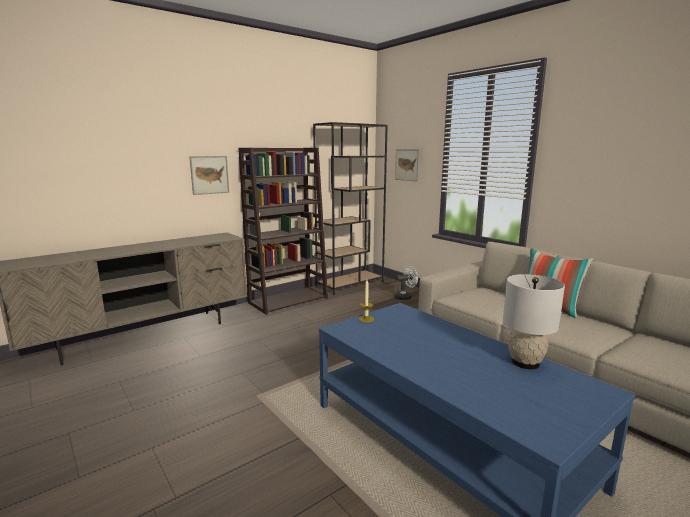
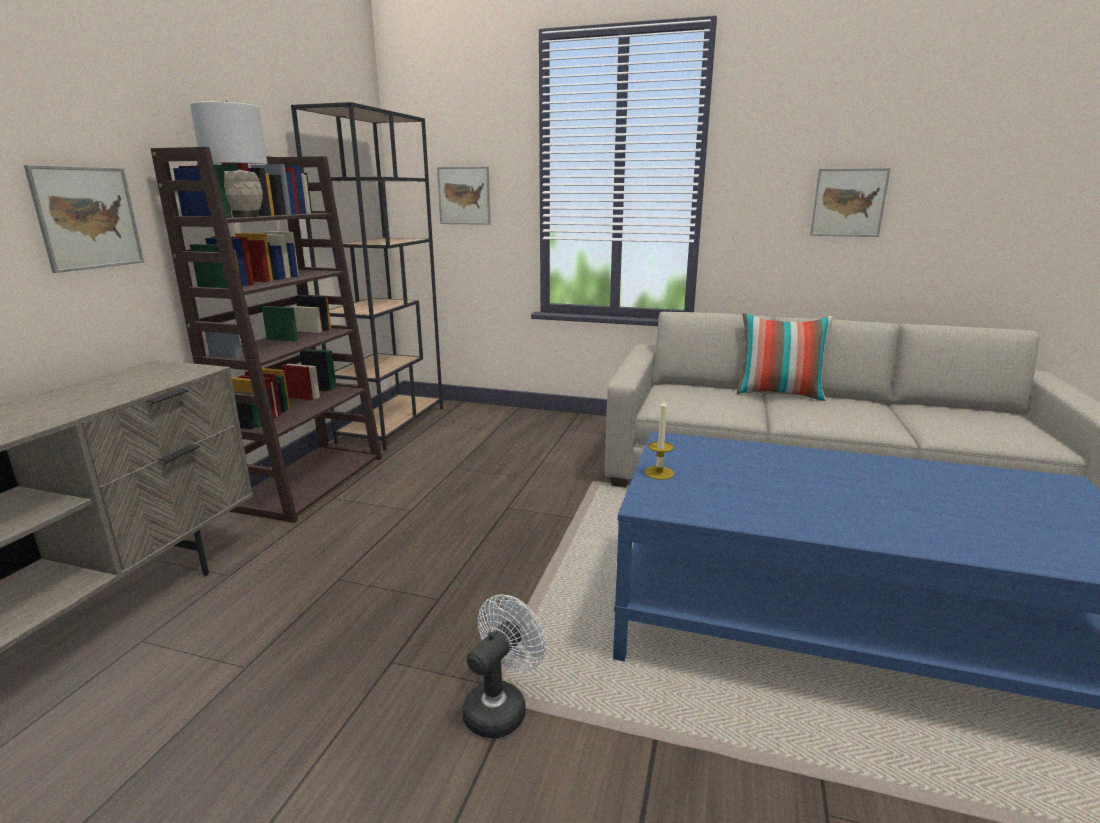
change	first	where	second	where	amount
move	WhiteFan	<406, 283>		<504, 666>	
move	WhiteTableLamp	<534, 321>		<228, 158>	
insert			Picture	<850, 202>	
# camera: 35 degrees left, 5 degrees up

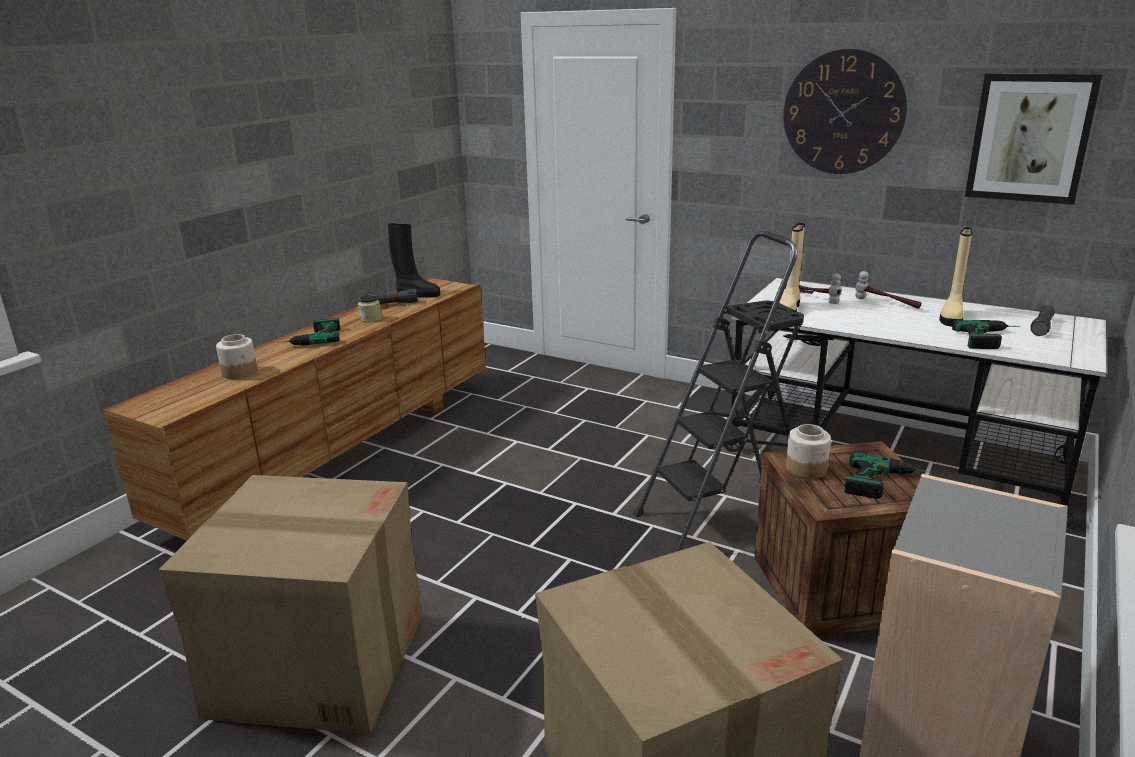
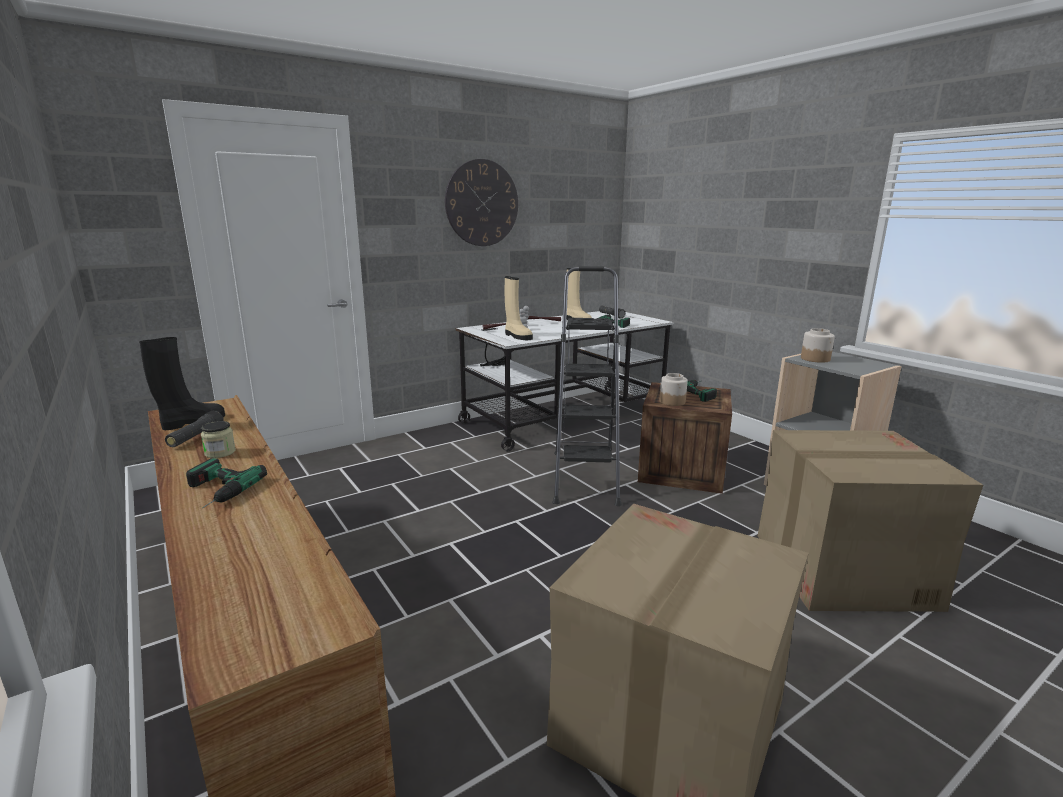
change	first	where	second	where	amount
delete	Picture	<1033, 139>			
move	Jar	<236, 356>		<818, 345>	
# camera: 65 degrees left, 5 degrees down

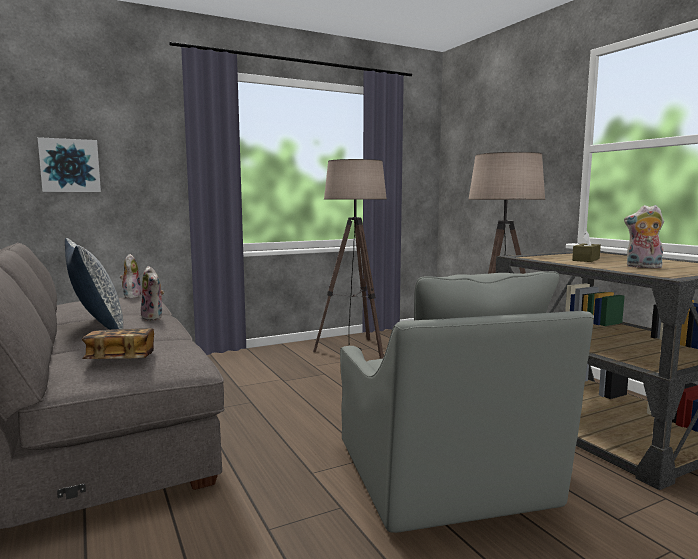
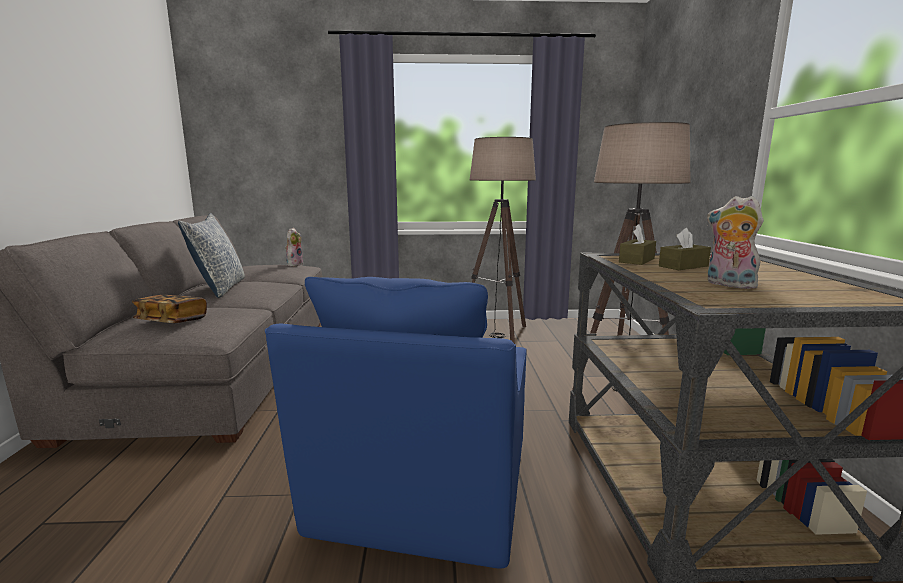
change	first	where	second	where	amount
delete	Picture	<69, 164>			
delete	PlushToy	<152, 293>			
recolor	GreyArmchair	<467, 402>	BlueArmchair	<396, 423>	
insert			BrownTissueBox	<637, 244>	
# camera: 25 degrees right, 5 degrees up

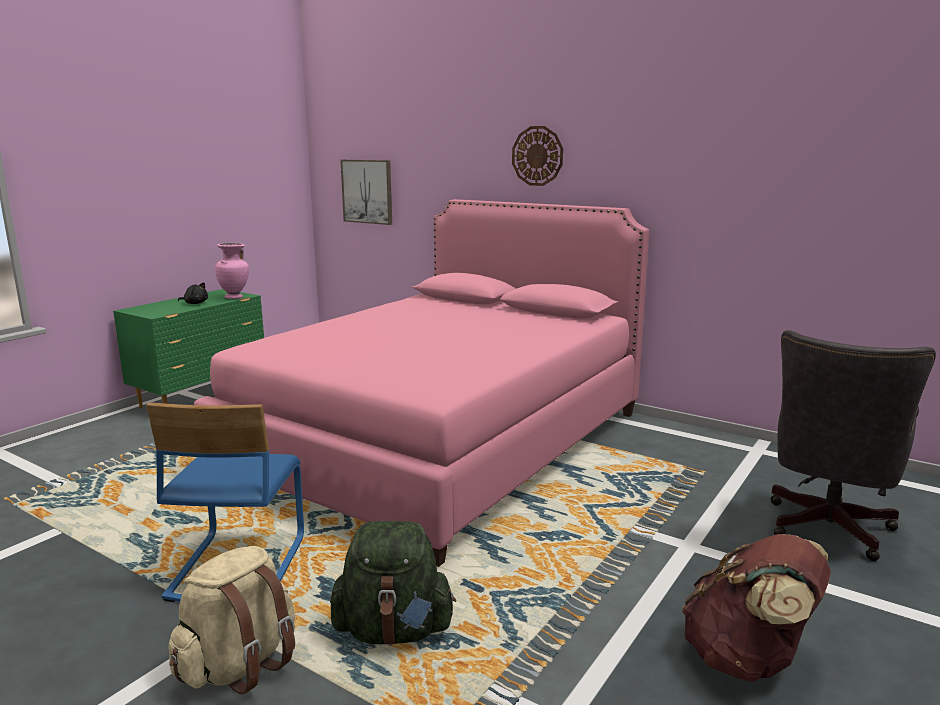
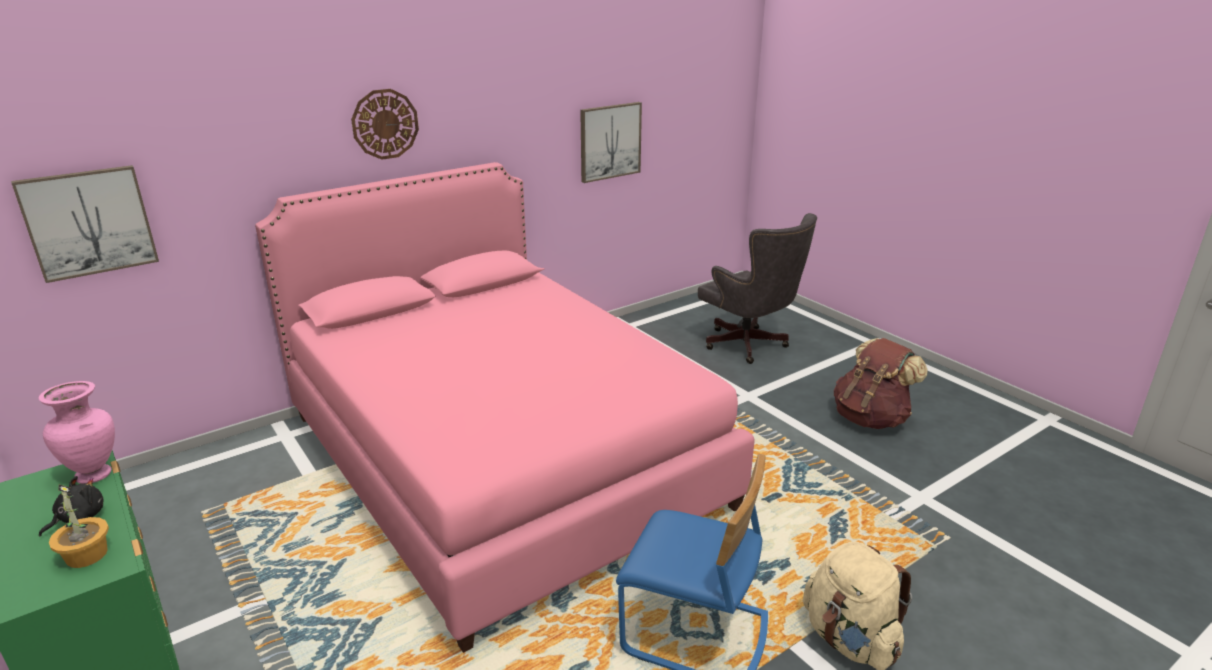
change	first	where	second	where	amount
delete	GreenBackpack	<393, 583>			
insert			Picture	<611, 142>	
insert			PottedPlant	<79, 526>	
# camera: 70 degrees left, 10 degrees up

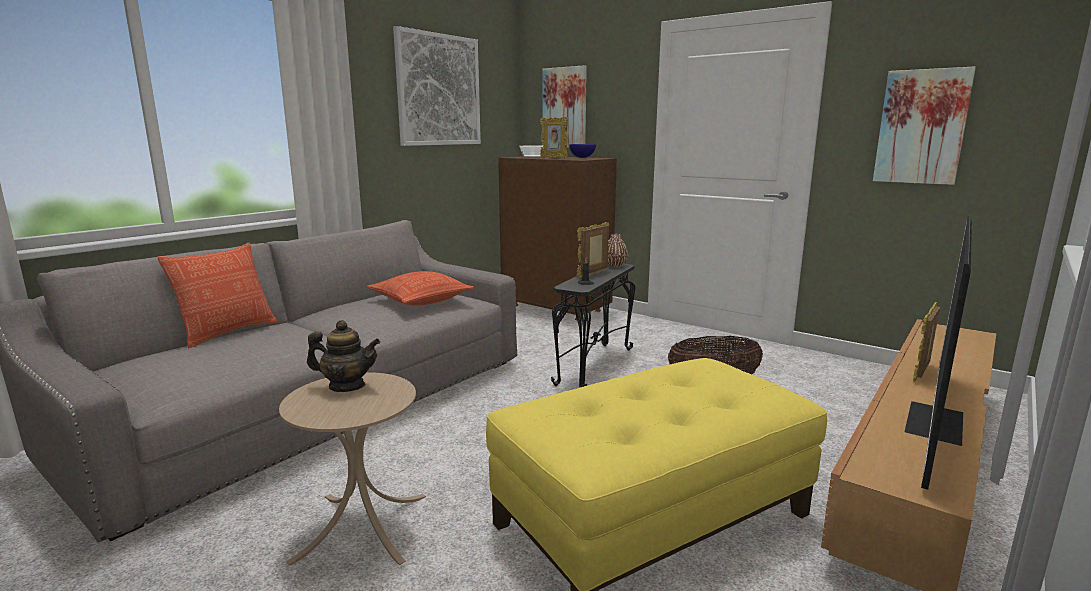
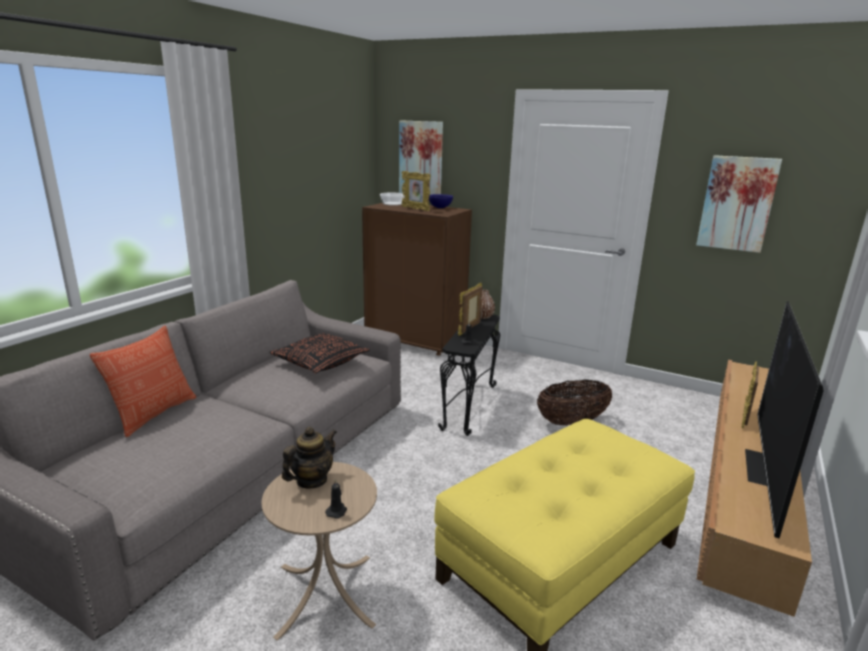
change	first	where	second	where	amount
delete	Picture	<437, 86>			
recolor	OrangePillow	<420, 288>	BlackPillow	<319, 353>	
rotate	Teapot	<343, 356>		<309, 458>	45 degrees counterclockwise
insert			BlackCandle	<336, 499>	
# camera: 10 degrees left, 5 degrees up

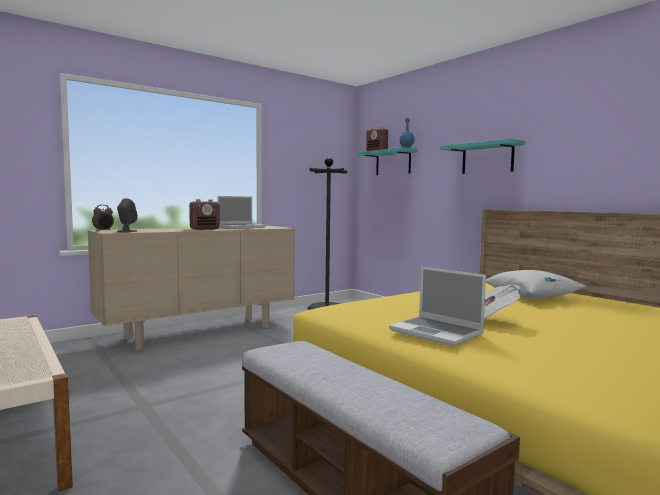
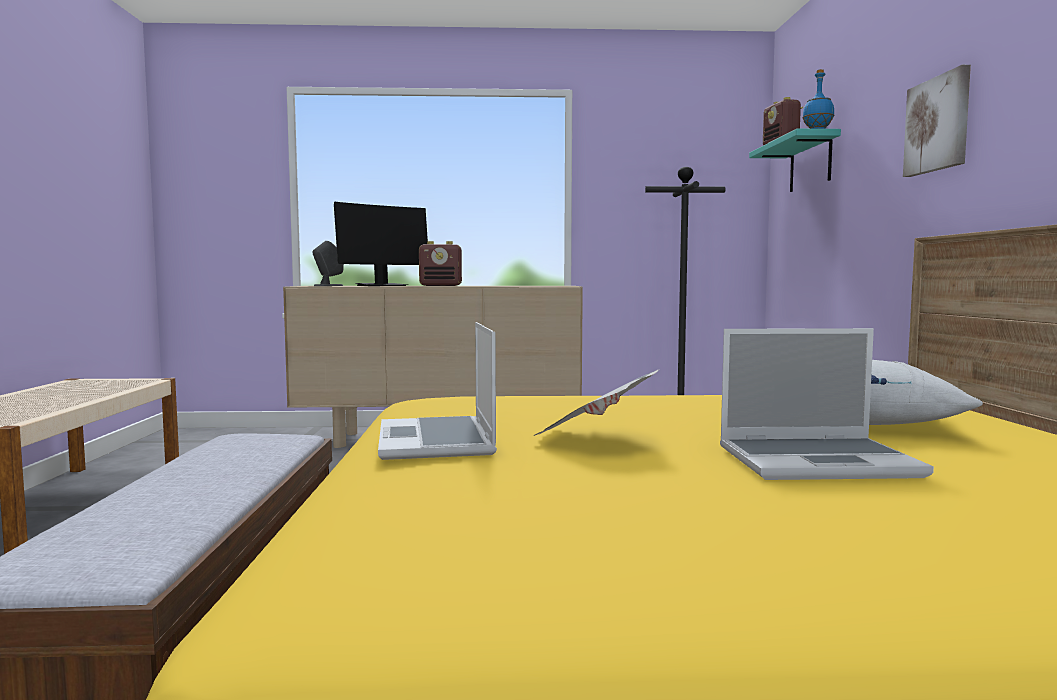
change	first	where	second	where	amount
replace	TurquoiseShelf	<482, 156>	Picture	<937, 121>	
move	Laptop	<241, 212>		<827, 404>	
delete	AlarmClock	<103, 218>			
insert			Monitor	<381, 244>	
# camera: 35 degrees right, 0 degrees up

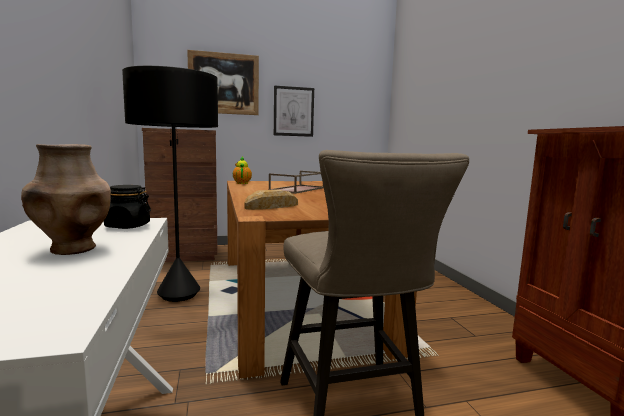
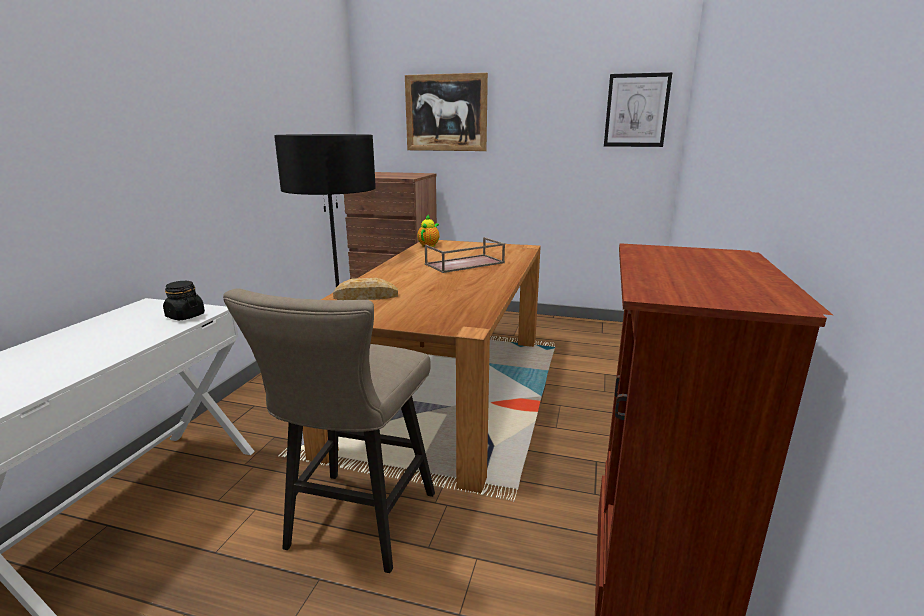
change	first	where	second	where	amount
move	Picture	<294, 111>		<638, 109>	
delete	BrownVase	<66, 199>			
# camera: 30 degrees right, 10 degrees up

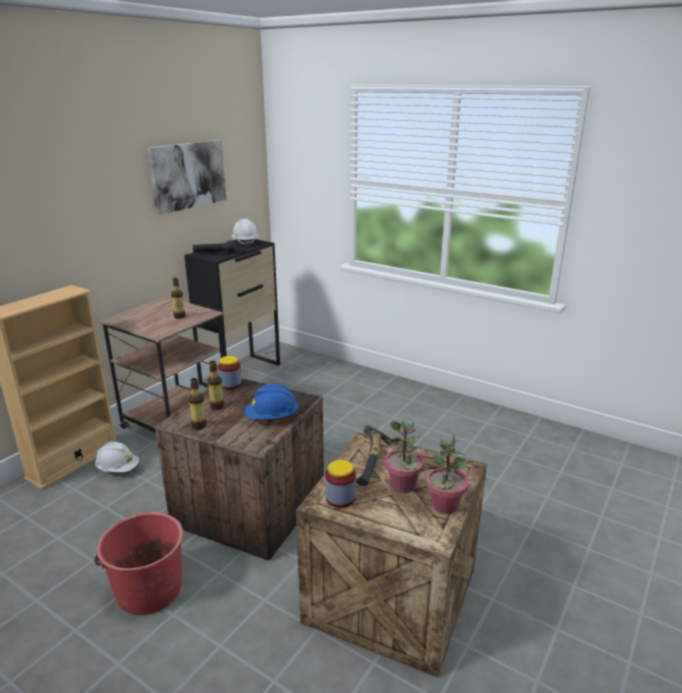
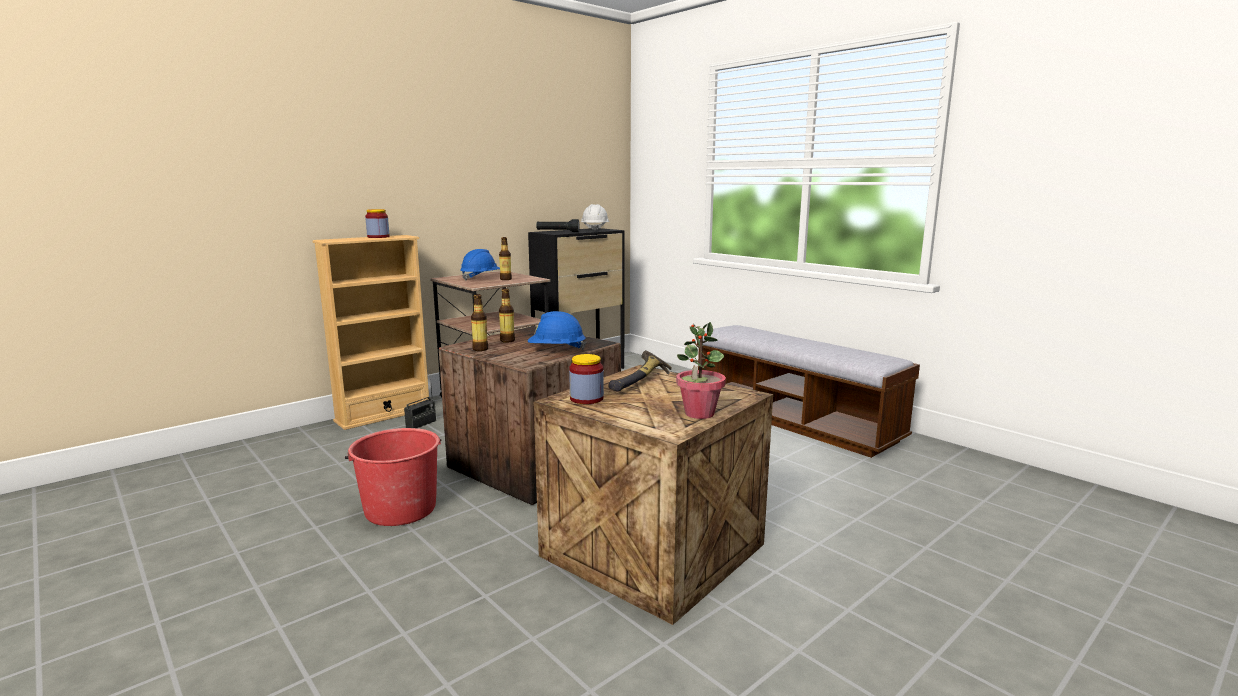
change	first	where	second	where	amount
delete	Picture	<186, 177>			
move	Jar	<230, 372>		<377, 223>	
delete	PottedPlant	<404, 456>			
replace	WhiteHardHat	<117, 457>	Radio	<420, 403>	
insert			BlueHardHat	<480, 264>	
insert			Bench	<808, 391>	
# camera: 15 degrees right, 10 degrees down

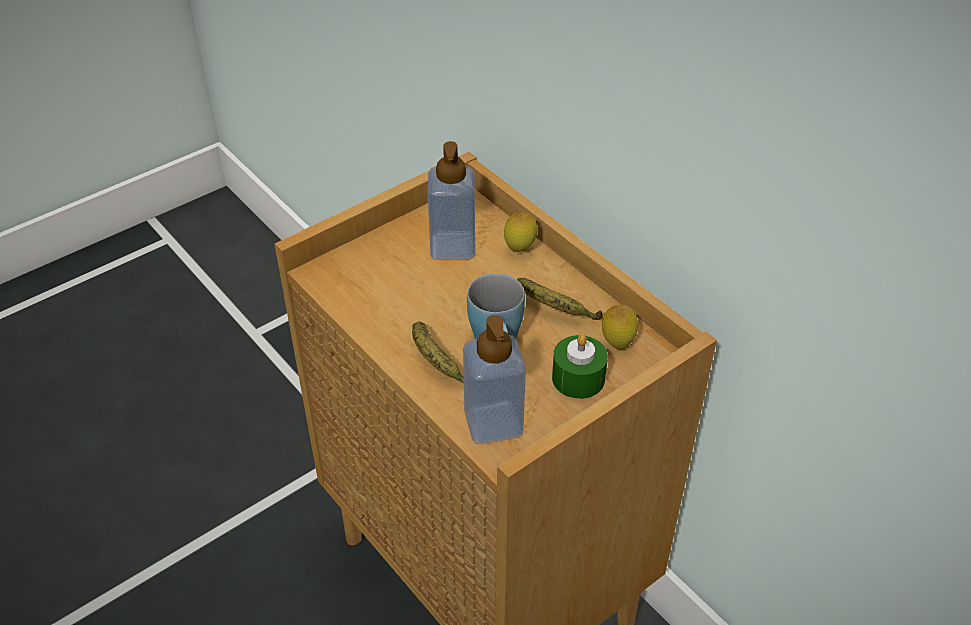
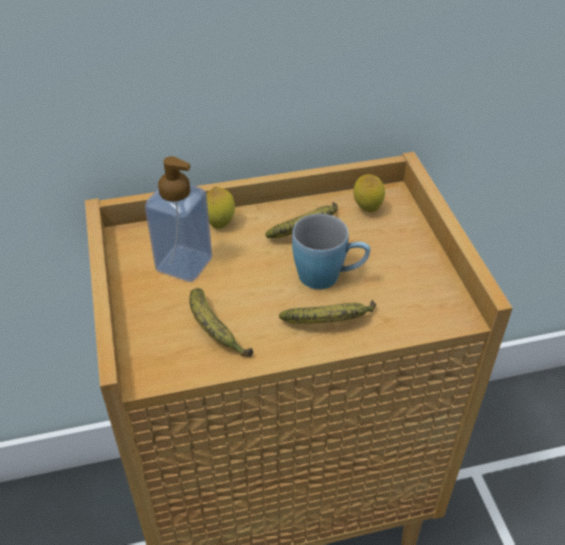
change	first	where	second	where	amount
delete	SoapDispenser	<494, 379>			
delete	GreenCandle	<580, 366>			
insert			Banana	<221, 322>	
# camera: 65 degrees left, 0 degrees up

